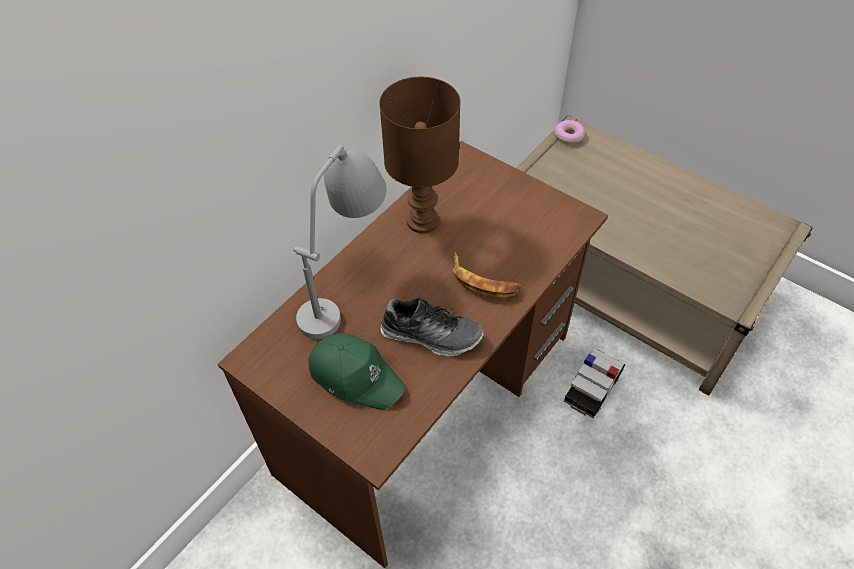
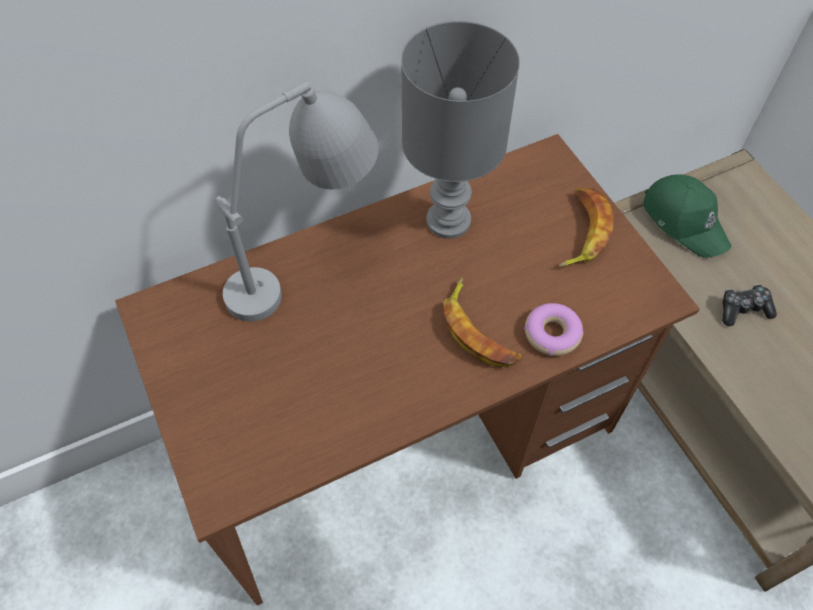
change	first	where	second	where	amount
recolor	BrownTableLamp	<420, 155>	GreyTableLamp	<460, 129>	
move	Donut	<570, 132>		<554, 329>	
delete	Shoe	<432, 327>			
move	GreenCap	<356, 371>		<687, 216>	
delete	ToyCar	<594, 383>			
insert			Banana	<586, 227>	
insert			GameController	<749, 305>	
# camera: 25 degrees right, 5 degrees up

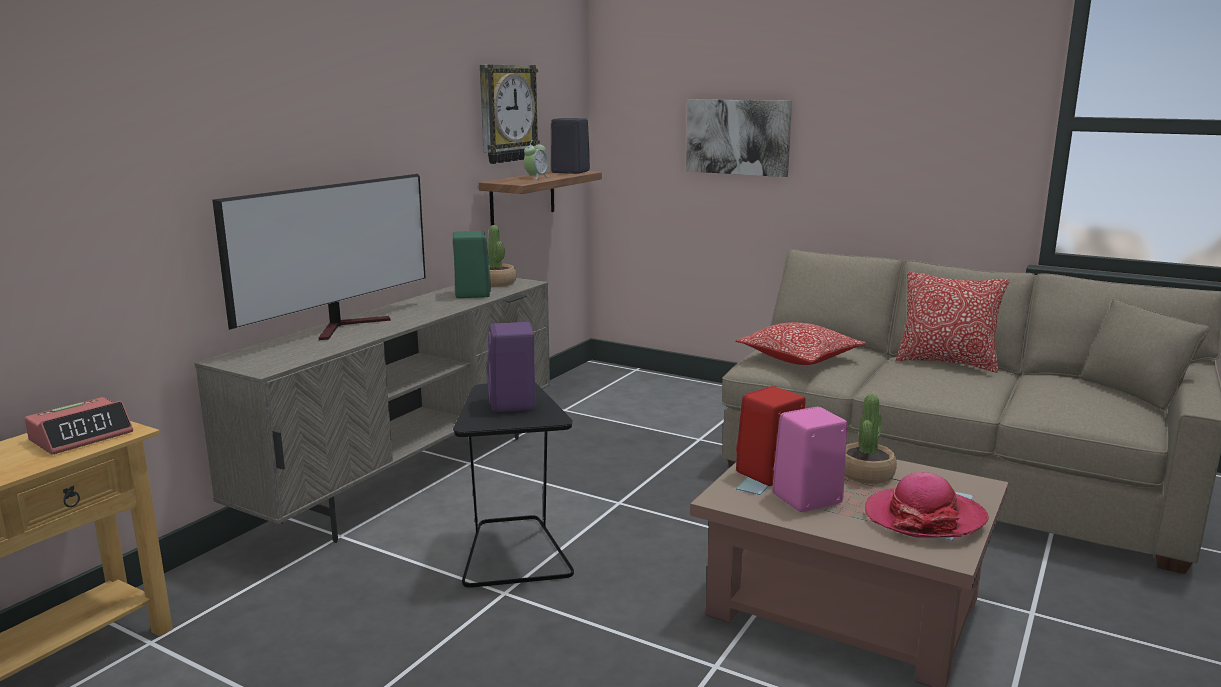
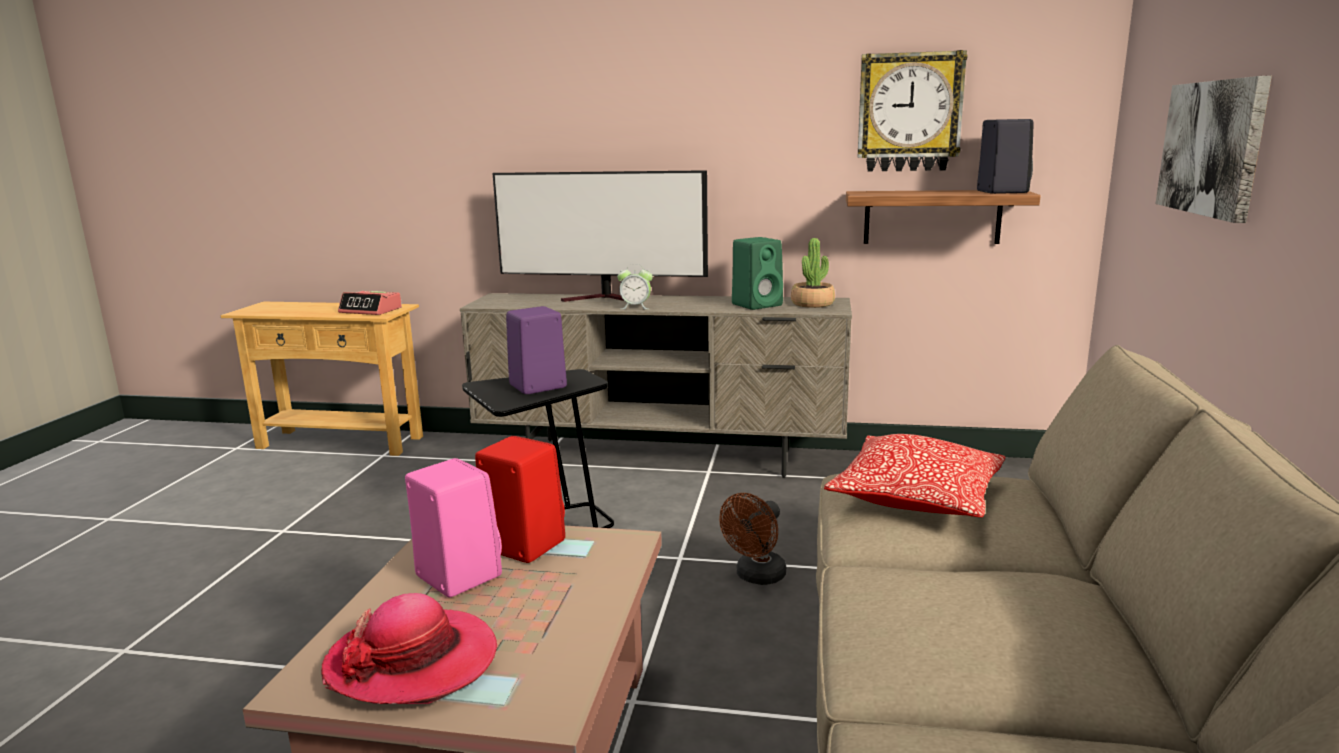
change	first	where	second	where	amount
move	AlarmClock	<536, 159>		<635, 286>	
delete	Pillow	<953, 322>			
delete	PottedPlant	<870, 439>			
insert			BrownFan	<752, 539>	
# camera: 70 degrees right, 0 degrees up

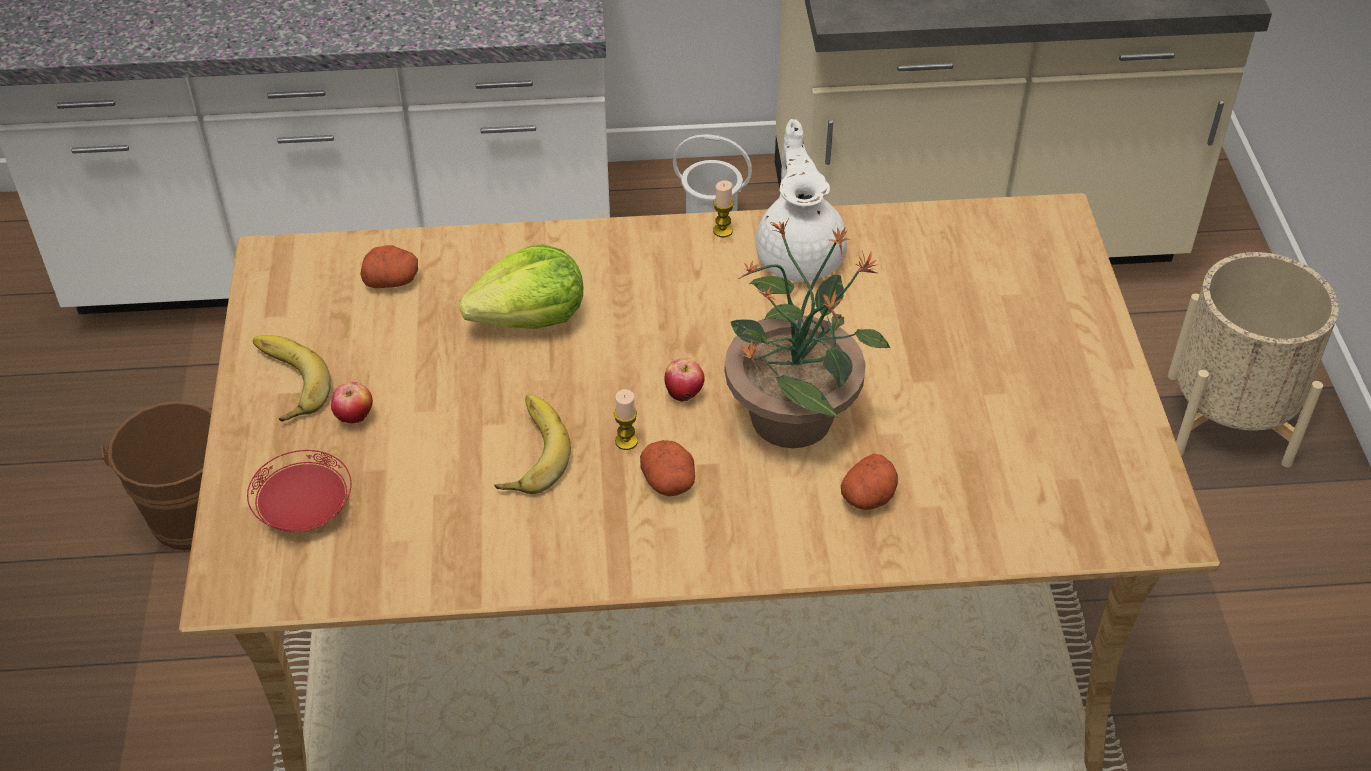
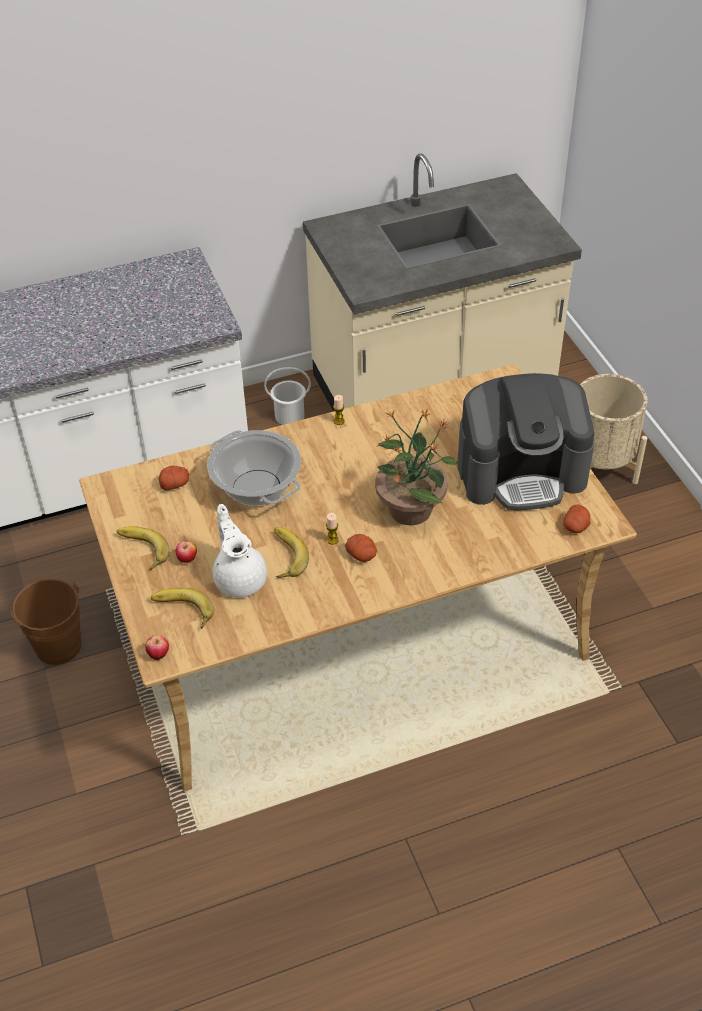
change	first	where	second	where	amount
move	WhiteTeapot	<801, 200>		<240, 550>	
replace	Lettuce	<521, 286>	CookingPot	<254, 468>	
move	Apple	<684, 380>		<157, 647>	
replace	RedPlate	<299, 491>	Banana	<182, 608>	
move	Potato	<869, 482>		<576, 519>	
insert			CoffeeMachine	<526, 441>	
# camera: 15 degrees left, 0 degrees up

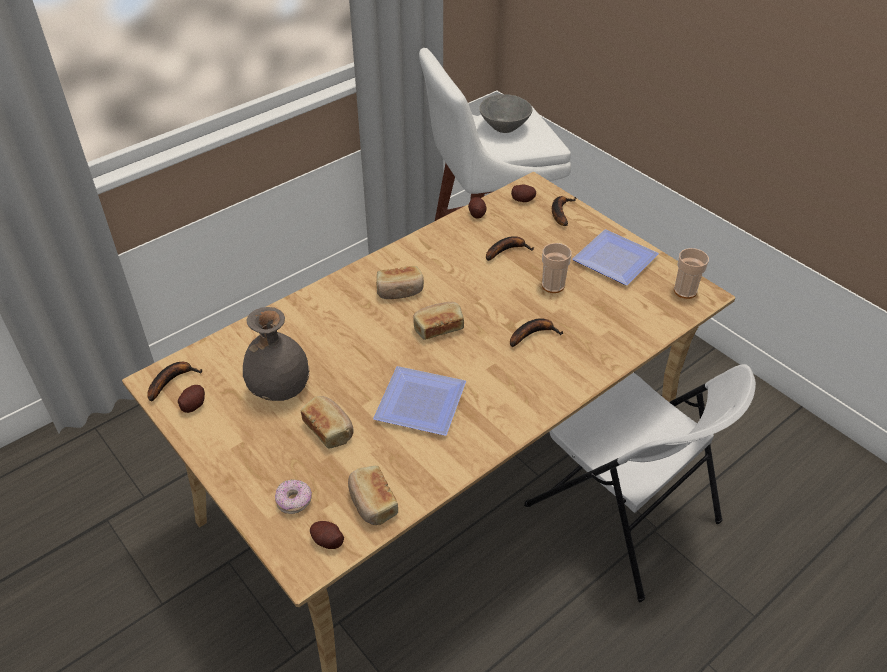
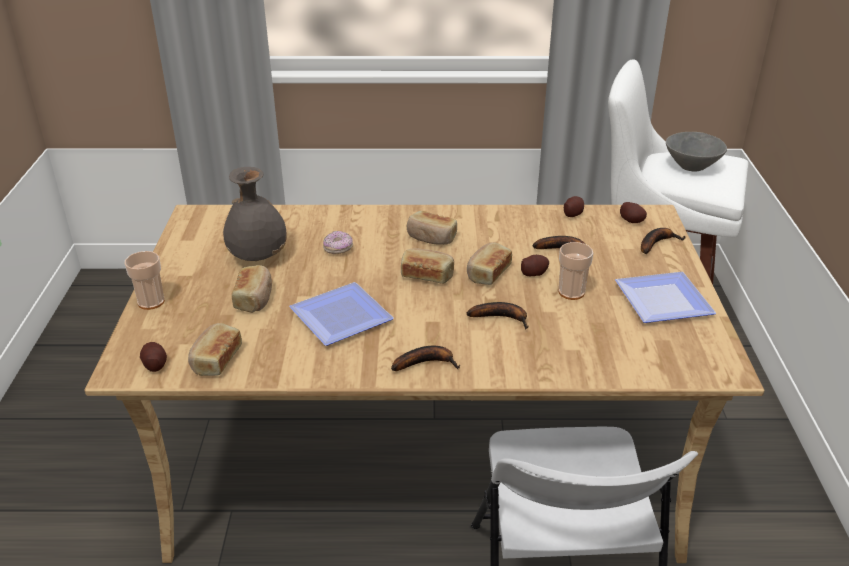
change	first	where	second	where	amount
move	Cup	<691, 273>		<145, 280>	
move	Banana	<175, 382>		<425, 358>	
move	Potato	<191, 399>		<535, 266>	
move	Donut	<293, 497>		<338, 242>	
insert			Bread	<489, 263>	
# camera: 40 degrees right, 10 degrees down

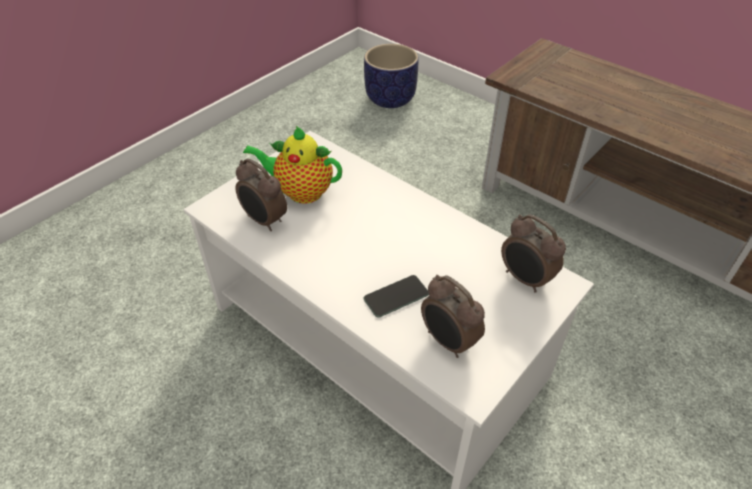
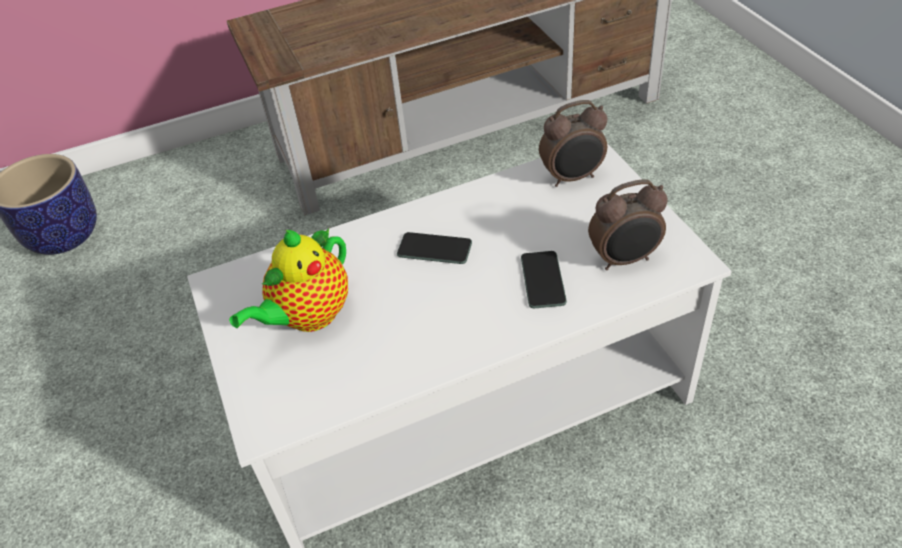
change	first	where	second	where	amount
delete	AlarmClock	<261, 194>			
insert			Phone	<434, 248>	
# camera: 60 degrees left, 0 degrees up

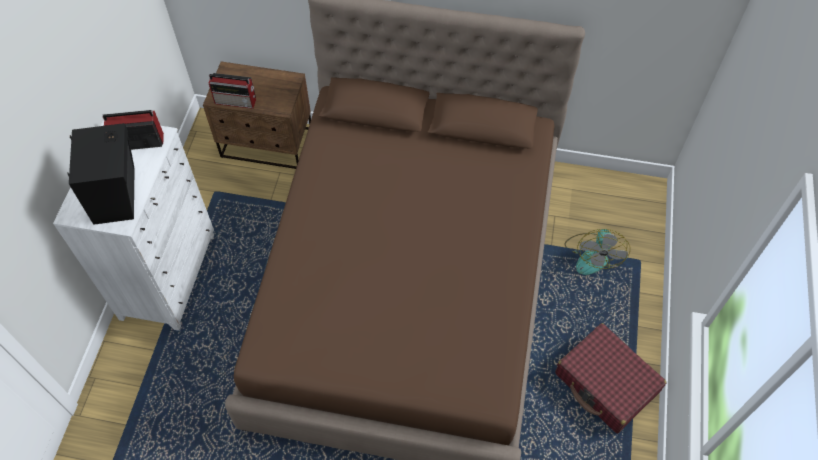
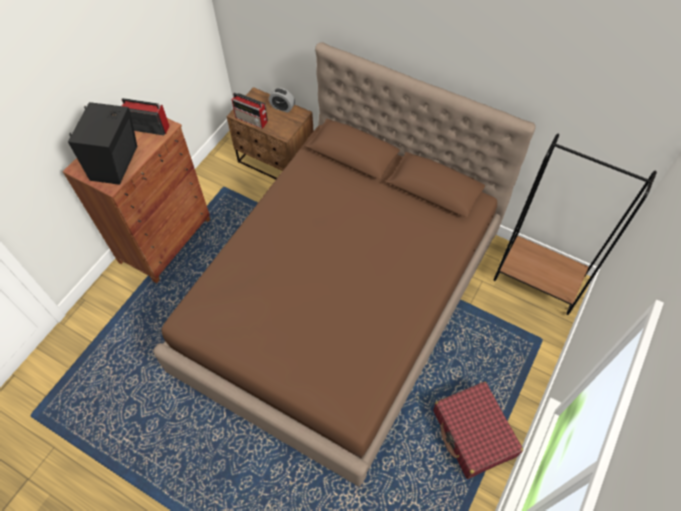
change	first	where	second	where	amount
recolor	WhiteDresser	<133, 225>	BrownDresser	<136, 200>	
delete	Fan	<597, 252>			
insert			AlarmClock	<282, 100>	
insert			ClothesRack	<575, 224>	
# camera: 20 degrees right, 0 degrees up

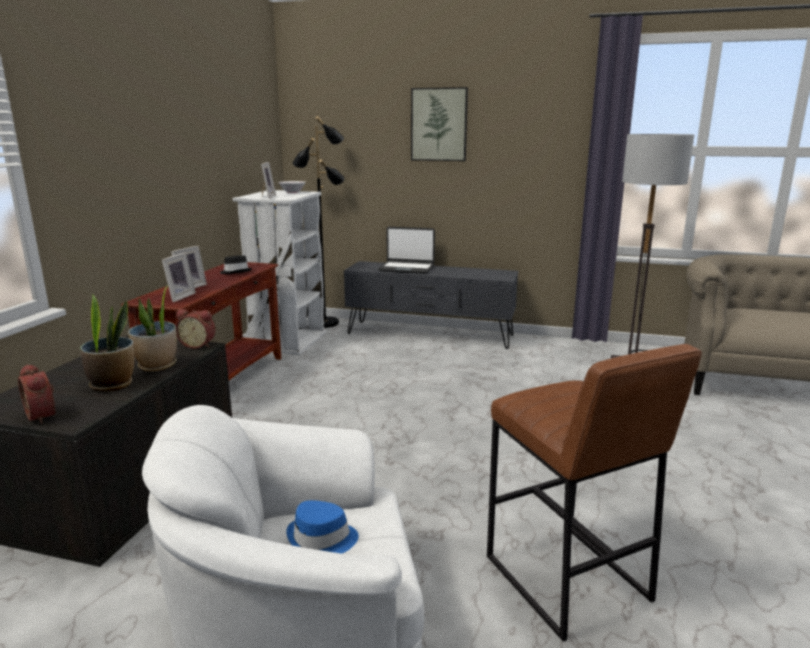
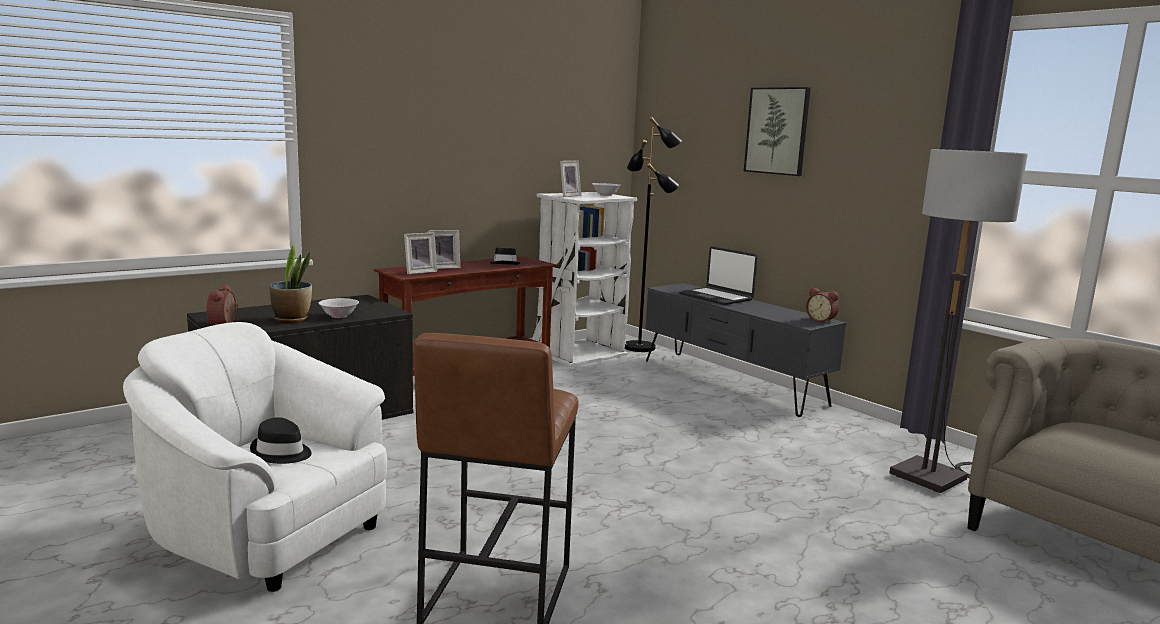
change	first	where	second	where	amount
replace	PottedPlant	<152, 329>	WhiteBowl	<339, 308>	
move	AlarmClock	<195, 329>		<822, 306>	
recolor	BlueHat	<322, 527>	BlackHat	<281, 440>	
# camera: 35 degrees right, 5 degrees down

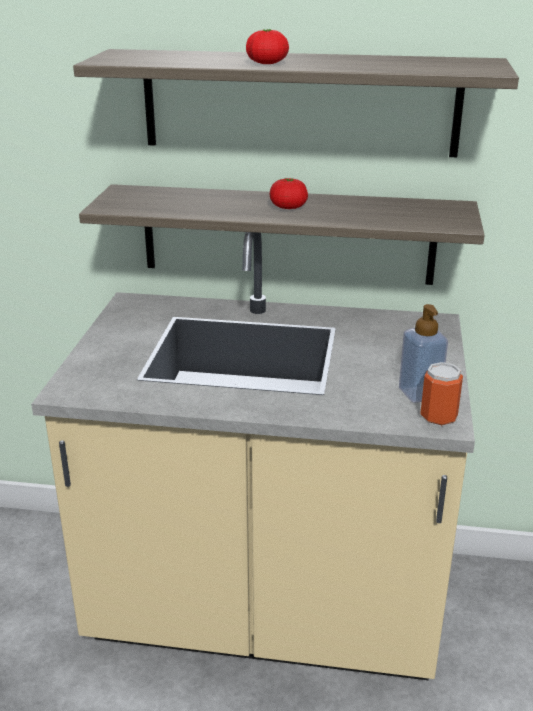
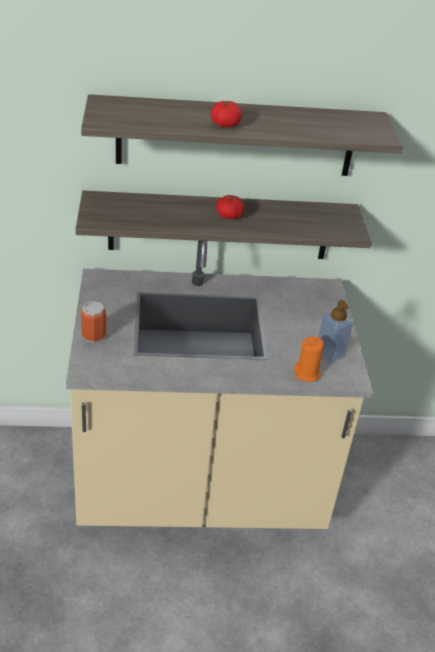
change	first	where	second	where	amount
move	Can	<441, 394>		<93, 322>	
insert			OrangeCandle	<309, 359>	
# camera: 15 degrees left, 10 degrees up

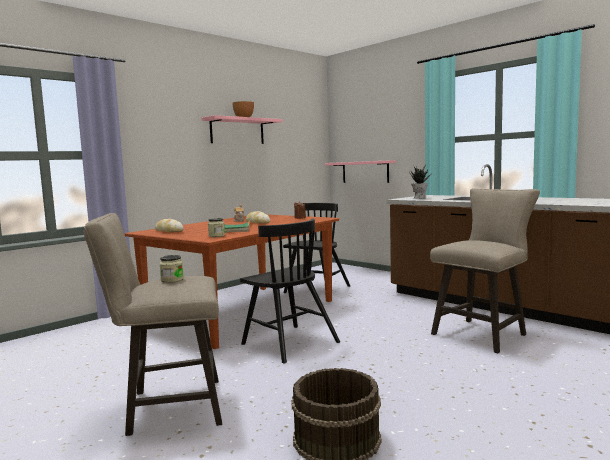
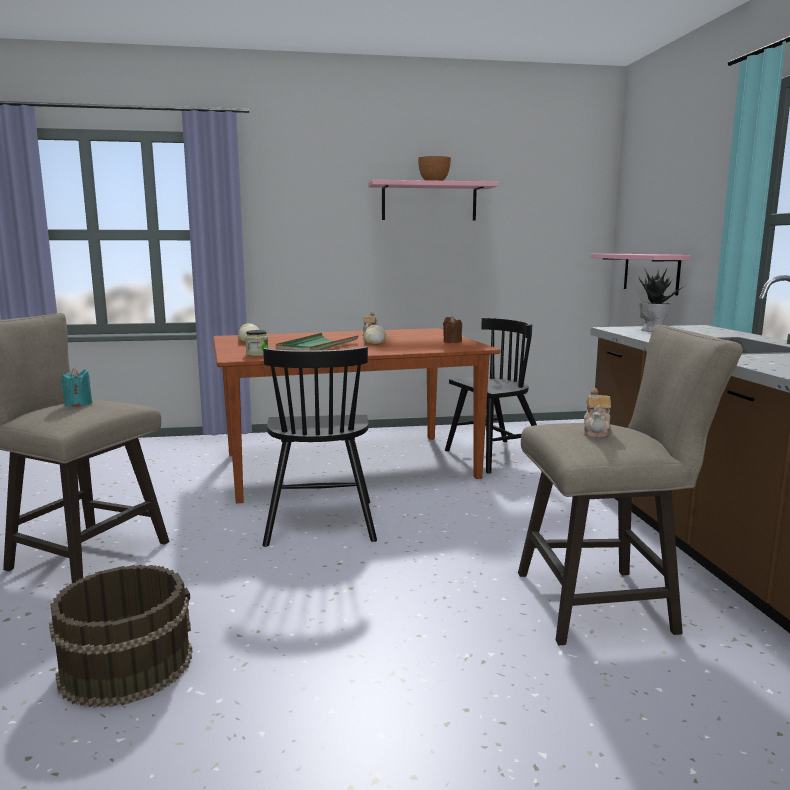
change	first	where	second	where	amount
replace	Jar	<172, 269>	TurquoiseCandle	<76, 387>	
insert			Teapot	<598, 413>	
# camera: 35 degrees right, 5 degrees up

